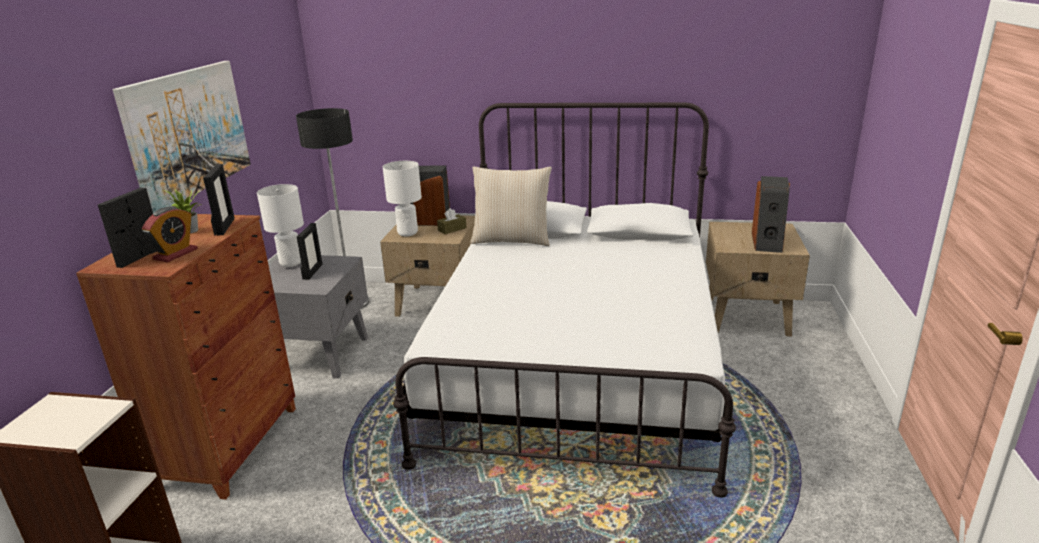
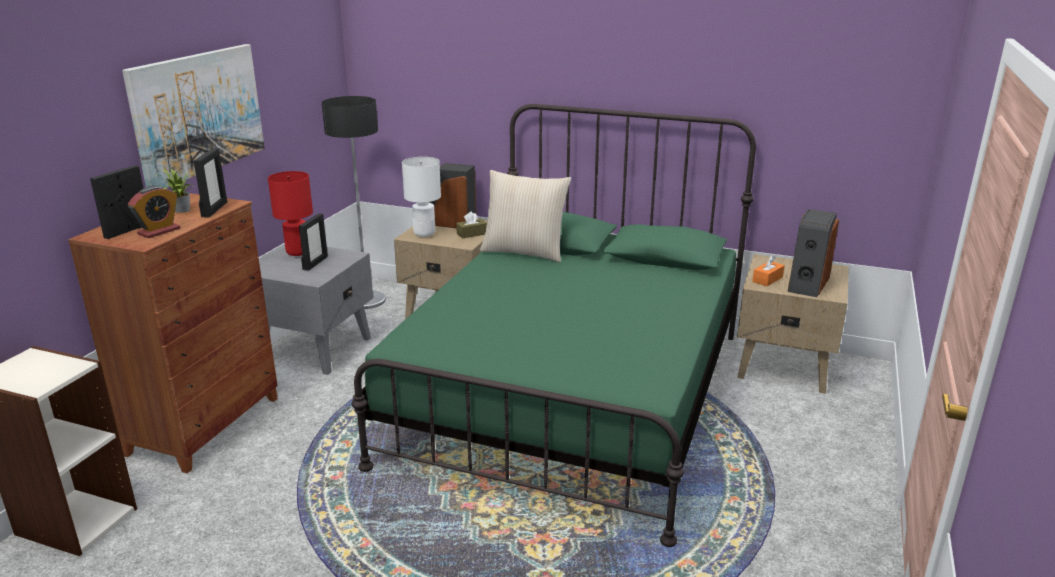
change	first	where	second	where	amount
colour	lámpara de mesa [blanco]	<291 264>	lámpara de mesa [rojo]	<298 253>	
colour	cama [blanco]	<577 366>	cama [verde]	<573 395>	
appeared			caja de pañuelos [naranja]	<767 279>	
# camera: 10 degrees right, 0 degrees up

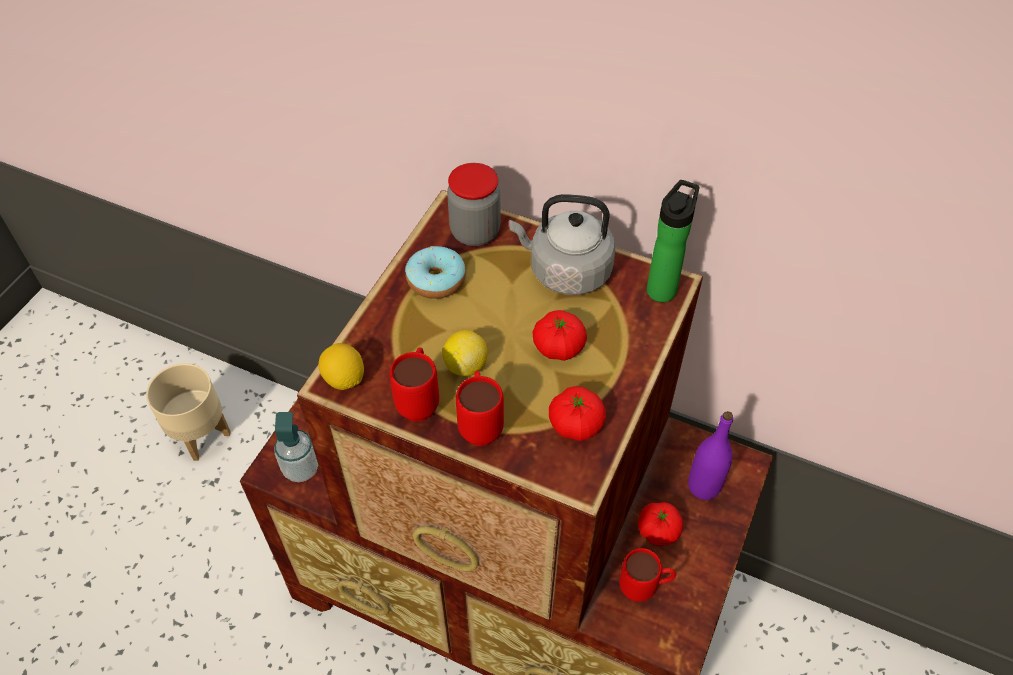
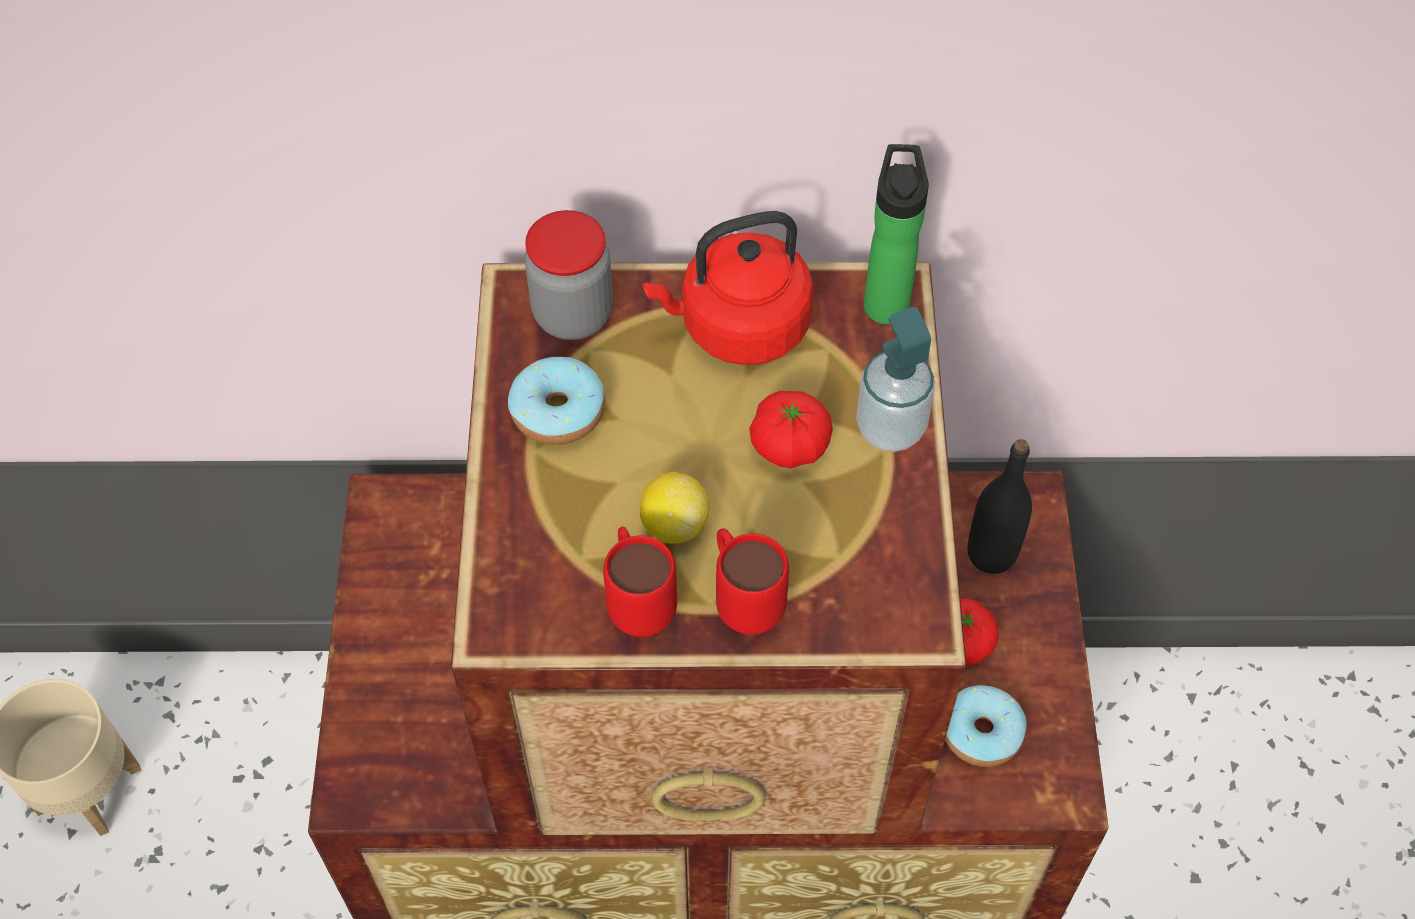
change	first	where	second	where	amount
relocated	dispensador de jabón	<301 469>		<890 428>	
missing	limón	<344 379>			
colour	hervidor [gris]	<565 271>	hervidor [rojo]	<738 327>	
missing	tomate	<576 424>			
exchanged	taza grande [rojo]	<644 589>	rosquilla	<981 732>	
colour	botella [morado]	<703 486>	botella [negro]	<991 554>	
# camera: 25 degrees left, 5 degrees up

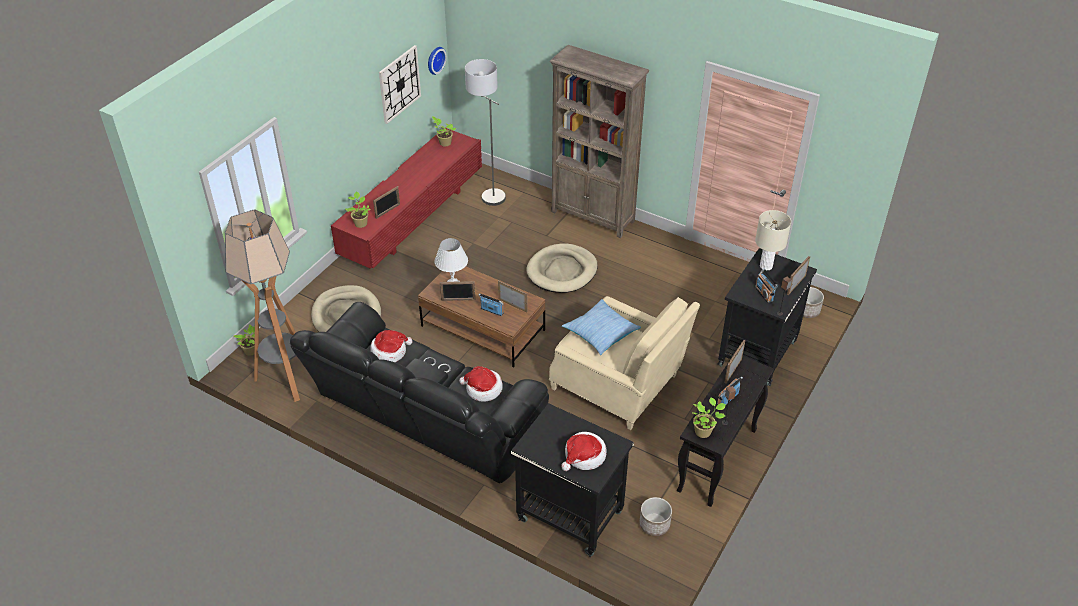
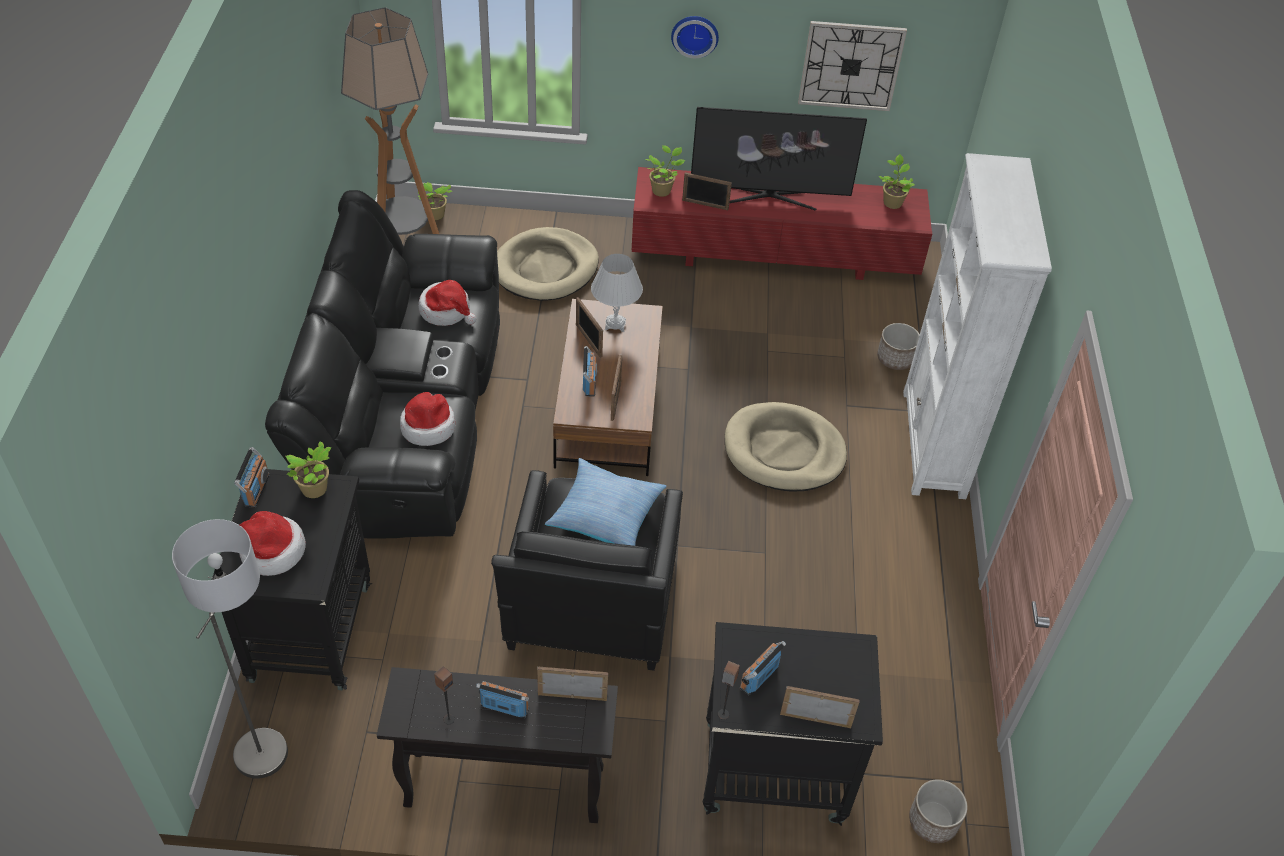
change	first	where	second	where	amount
relocated	reloj de pared	<434 60>		<695 34>	
relocated	lámpara de pie [gris]	<488 195>		<268 740>	
colour	sillón [beis]	<618 384>	sillón [negro]	<591 602>	
colour	estantería [marrón]	<593 216>	estantería [blanco]	<933 444>	
relocated	maceta	<654 524>		<895 358>	
relocated	planta en maceta	<704 431>		<315 490>	
missing	lámpara de mesa [beis]	<765 266>			
appeared			radio	<256 490>	
appeared			televisor	<769 197>	
# camera: 60 degrees right, 5 degrees up

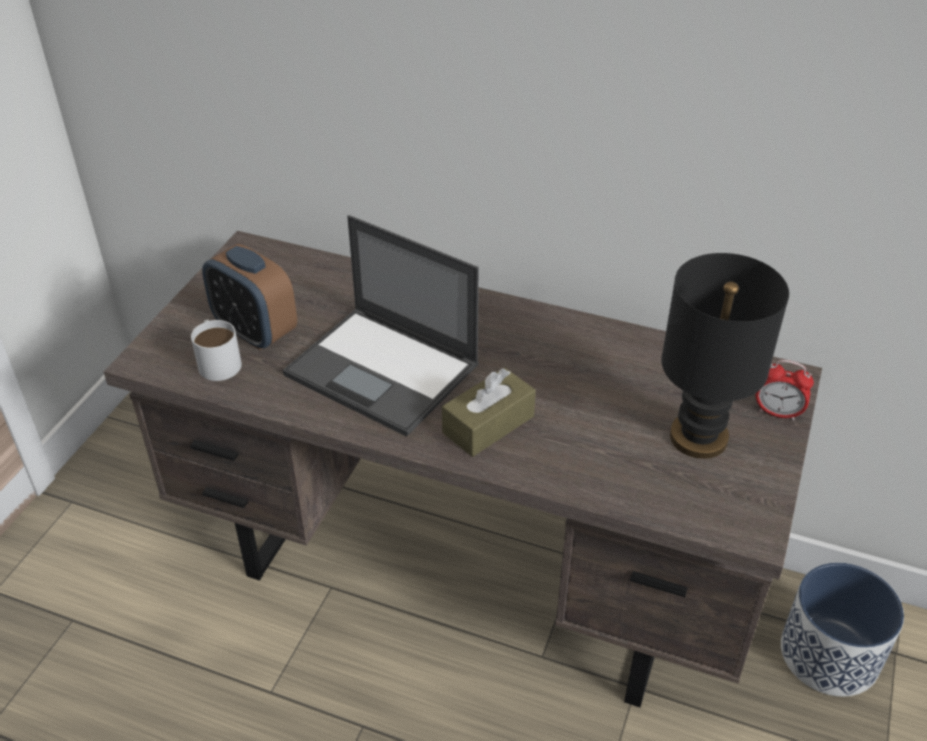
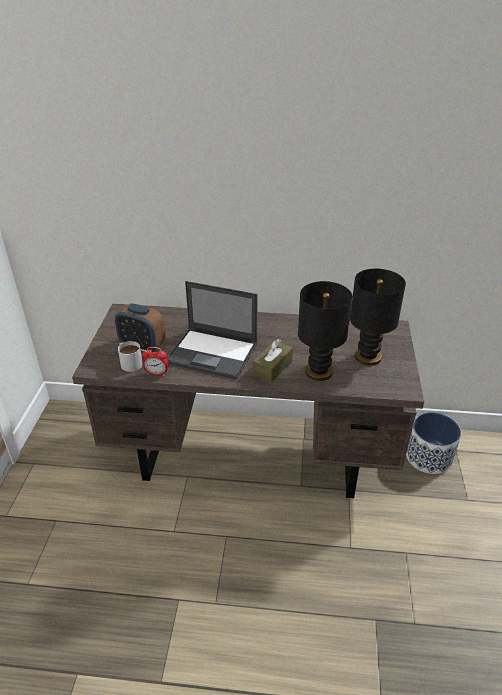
change	first	where	second	where	amount
relocated	despertador	<777 413>		<157 373>	
appeared			lámpara de mesa [negro]	<319 372>	
# camera: 15 degrees left, 5 degrees down

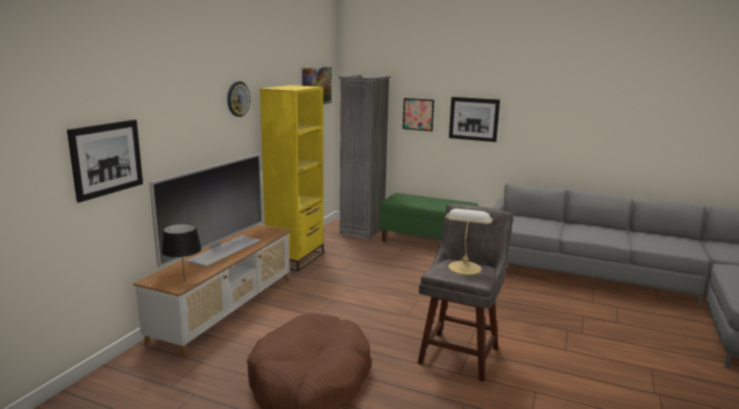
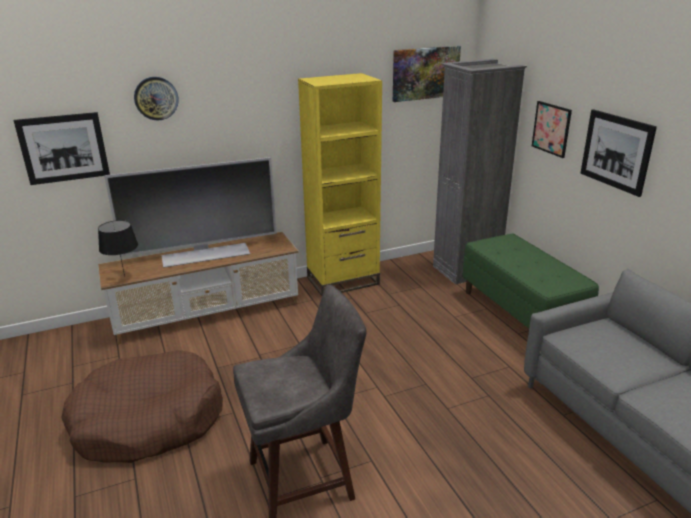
change	first	where	second	where	amount
relocated	reloj de pared	<238 99>		<156 98>	
missing	lámpara de mesa	<464 267>			
# camera: 45 degrees right, 10 degrees up

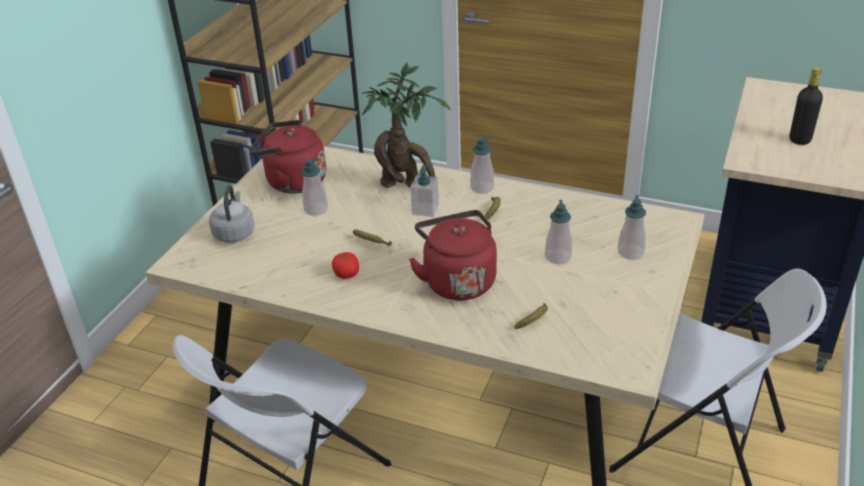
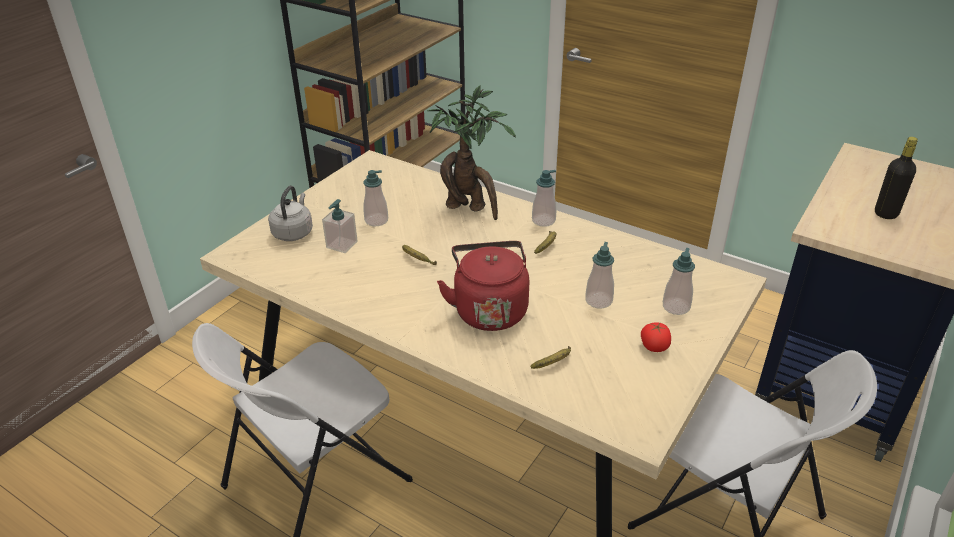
change	first	where	second	where	amount
missing	hervidor [rojo]	<292 182>			
relocated	tomate	<346 274>		<654 347>	
relocated	dispensador de jabón	<425 210>		<341 245>	
# camera: 10 degrees right, 0 degrees up

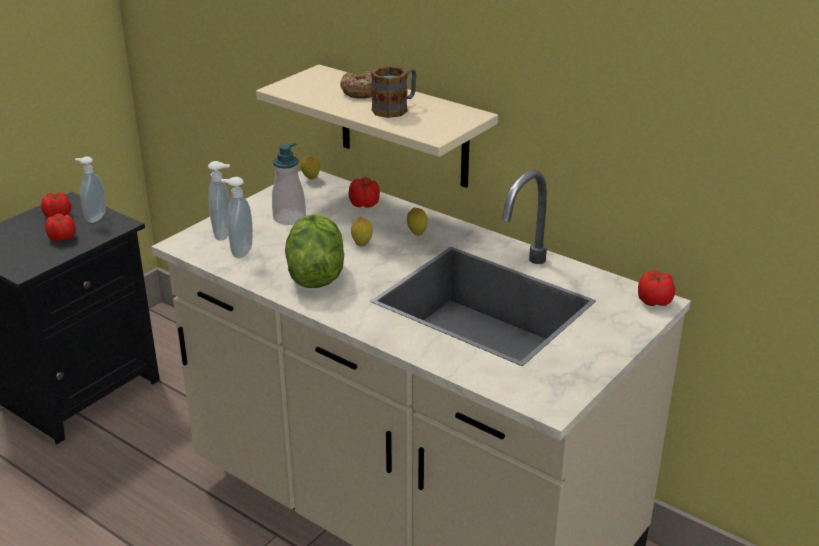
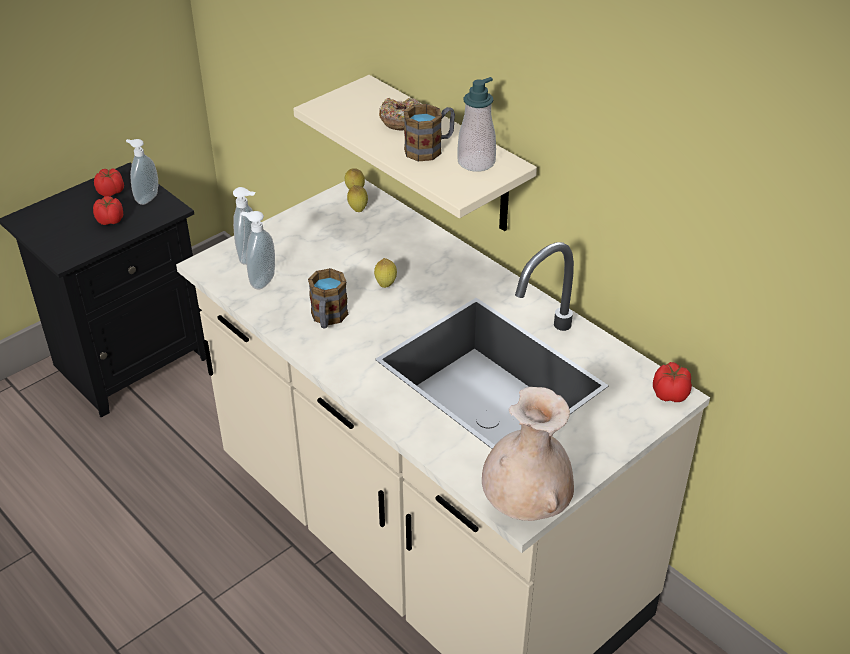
change	first	where	second	where	amount
relocated	dispensador de jabón	<289 218>		<476 162>	
exchanged	lechuga	<314 274>	taza grande	<328 318>	
missing	tomate	<365 205>			
relocated	limón	<417 233>		<358 210>	
appeared			florero [beis]	<526 506>	
# camera: 10 degrees right, 10 degrees up

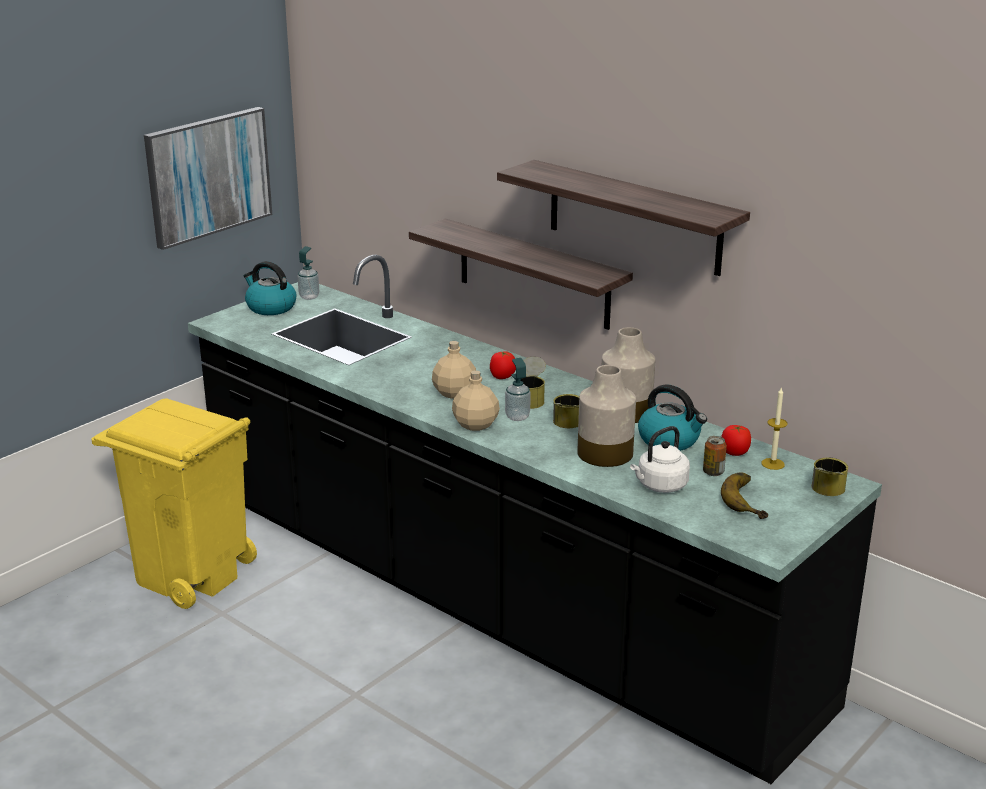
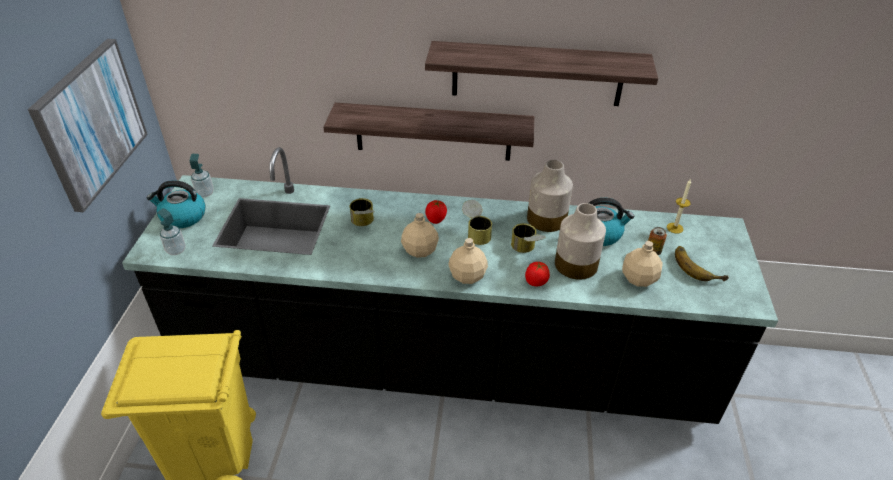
change	first	where	second	where	amount
relocated	dispensador de jabón	<517 417>		<176 250>	
exchanged	hervidor [blanco]	<660 486>	botella [beis]	<639 279>	
relocated	tomate	<734 453>		<536 282>	
relocated	lata	<826 493>		<363 223>	
# camera: 35 degrees left, 15 degrees up

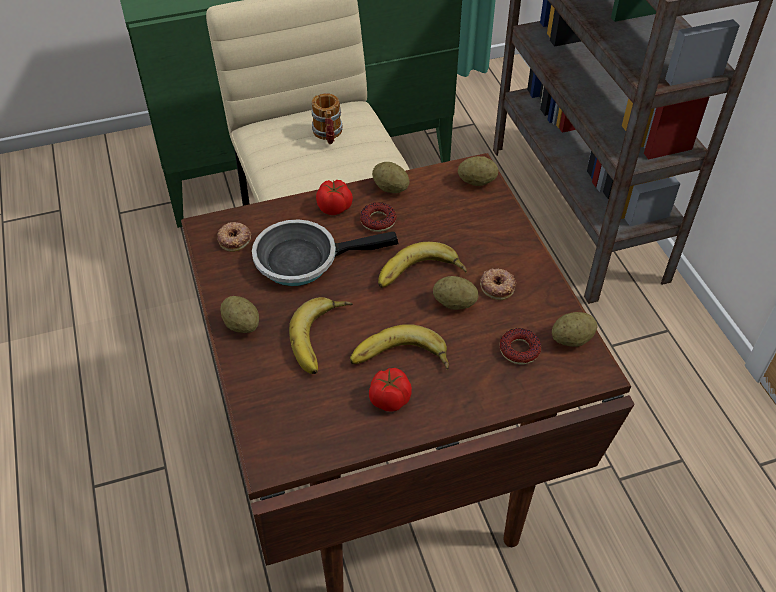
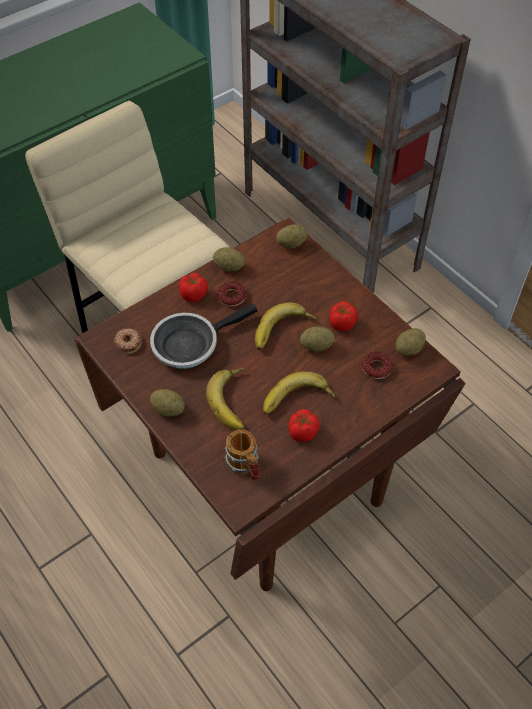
change	first	where	second	where	amount
relocated	taza grande	<328 135>		<245 466>	
exchanged	rosquilla	<497 286>	tomate	<341 324>	
# camera: 20 degrees left, 5 degrees up

